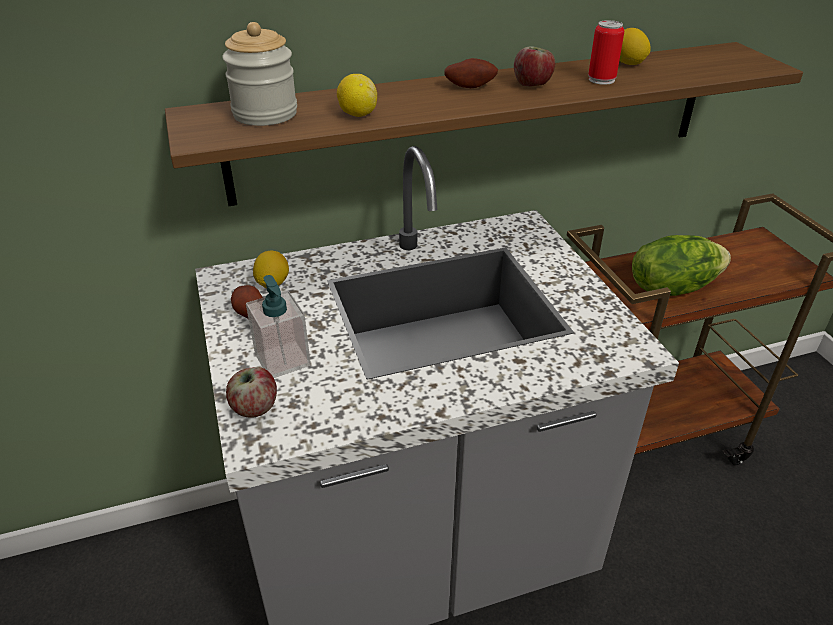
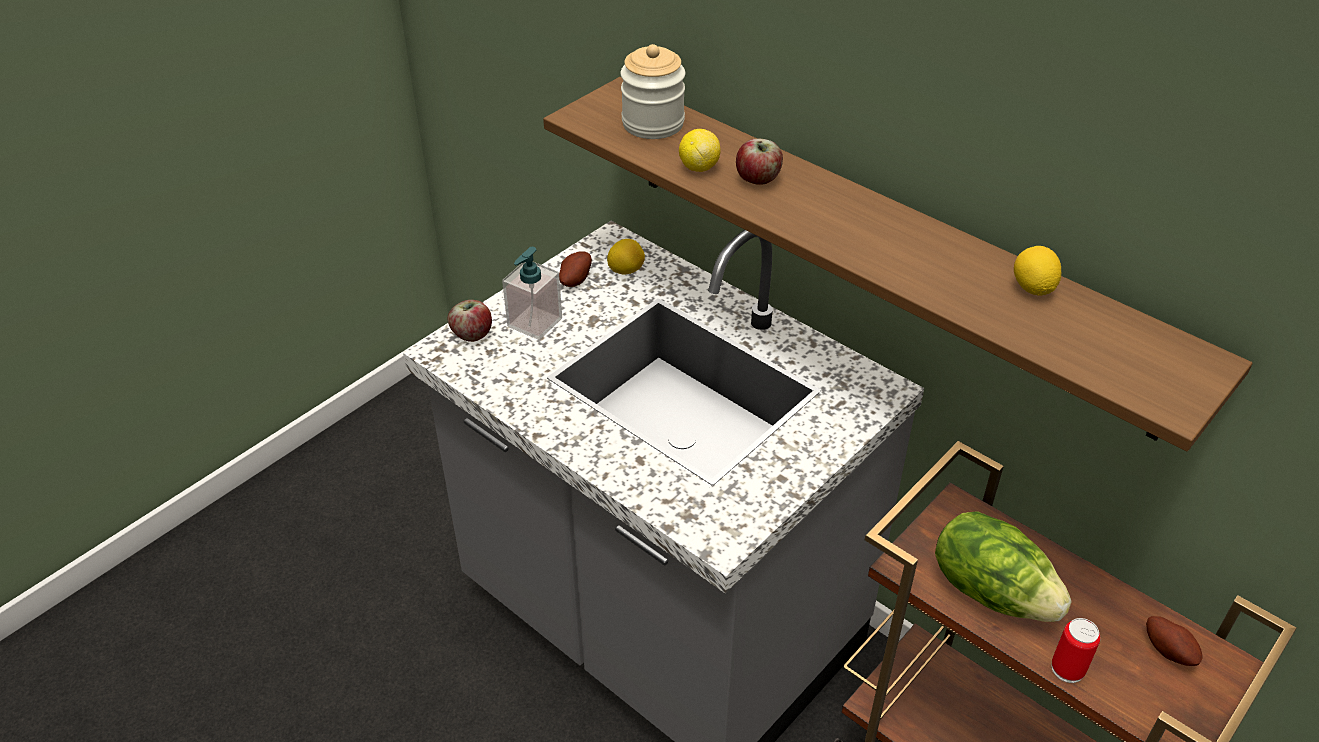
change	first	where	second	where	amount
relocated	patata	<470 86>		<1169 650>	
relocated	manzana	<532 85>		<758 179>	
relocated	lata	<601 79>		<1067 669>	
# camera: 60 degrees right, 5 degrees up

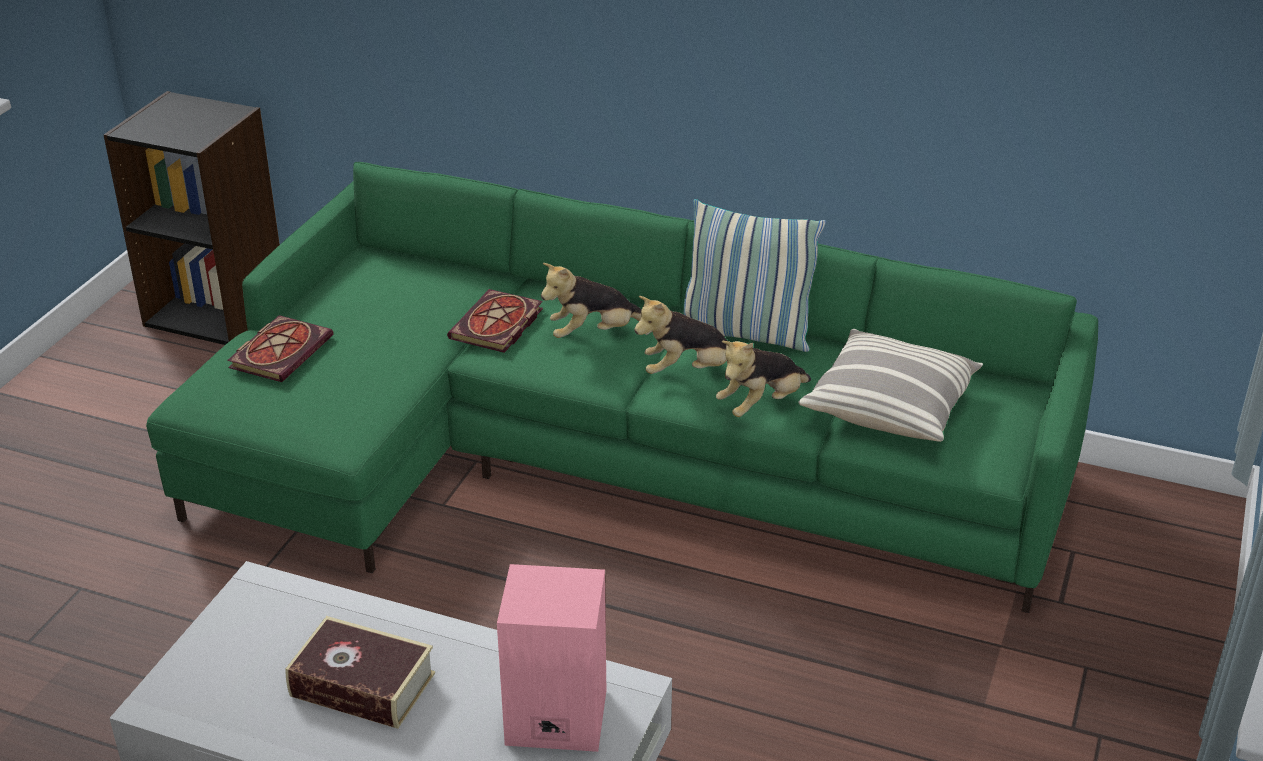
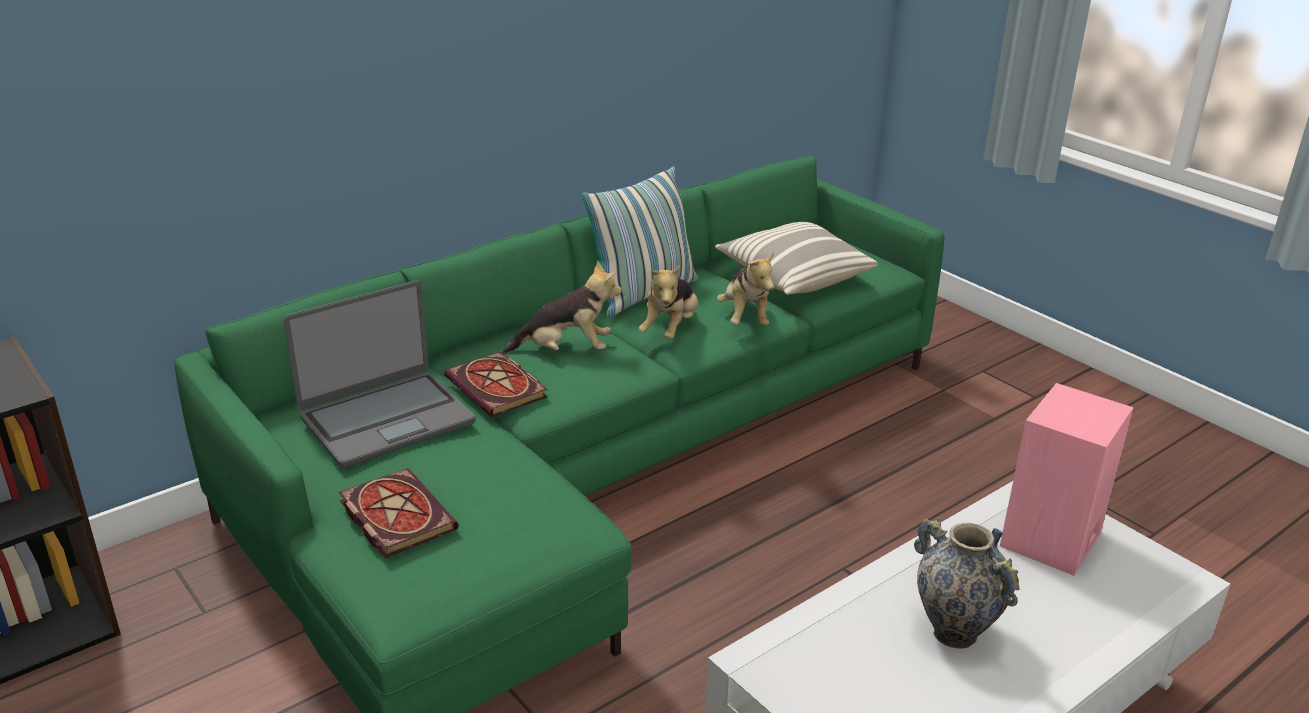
change	first	where	second	where	amount
exchanged	libro	<362 685>	florero	<954 632>	
spun	peluche	<594 333>		<566 350>	105 degrees counterclockwise
appeared			portátil	<386 420>	
# camera: 60 degrees left, 5 degrees down

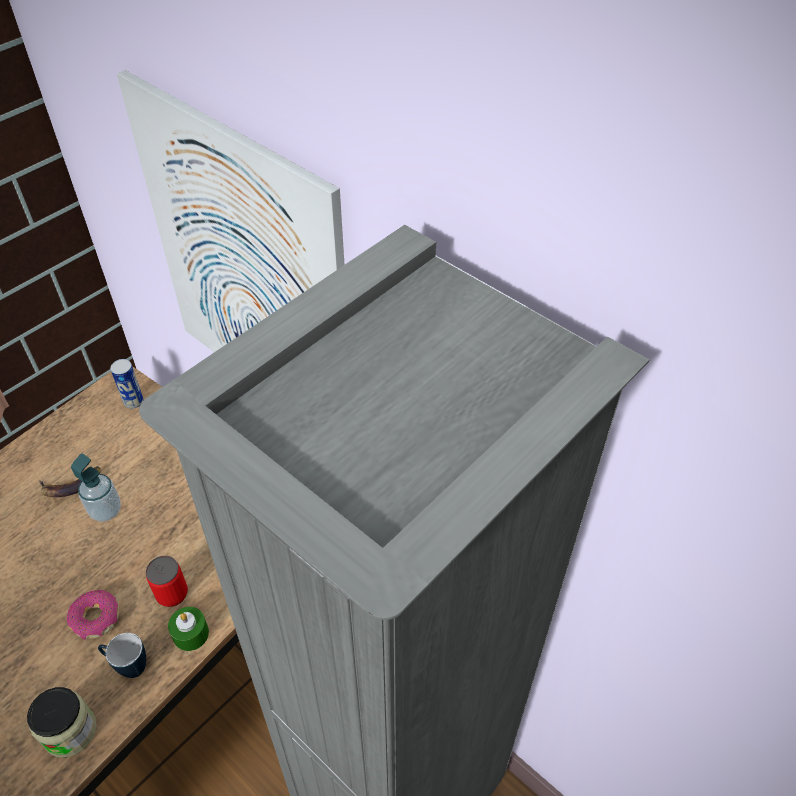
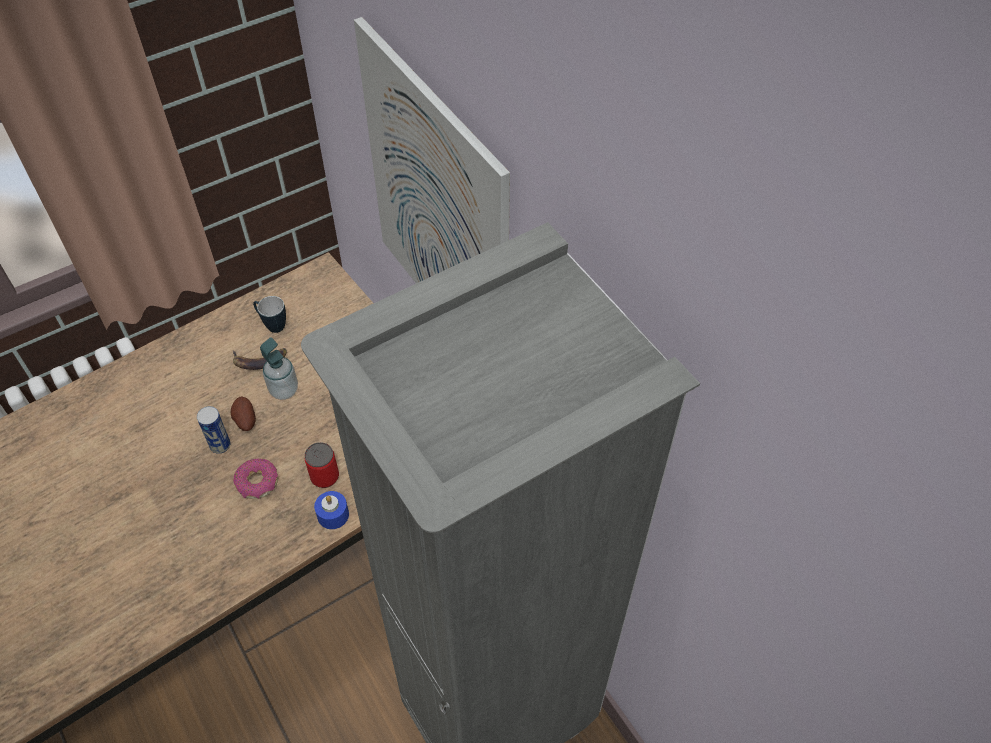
change	first	where	second	where	amount
missing	tarro	<70 731>			
relocated	taza grande	<128 666>		<272 325>	
relocated	lata	<133 401>		<220 445>	
colour	vela [verde]	<190 634>	vela [azul]	<333 515>	
appeared			patata	<245 420>	
# camera: 15 degrees right, 5 degrees up

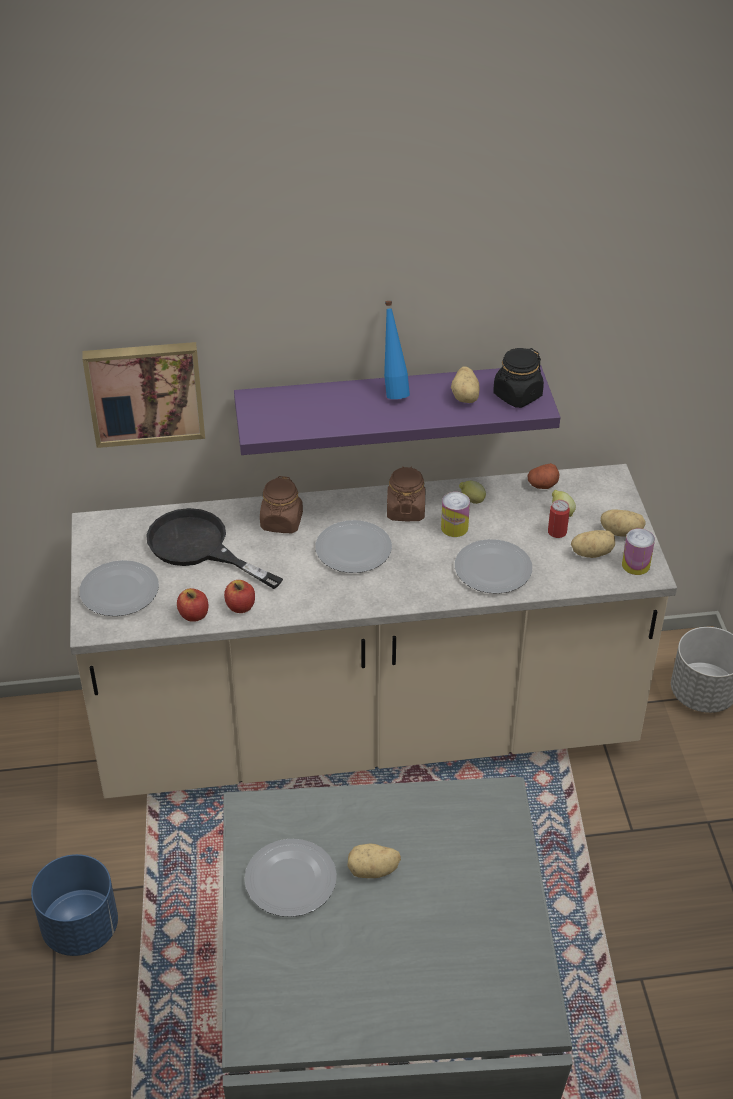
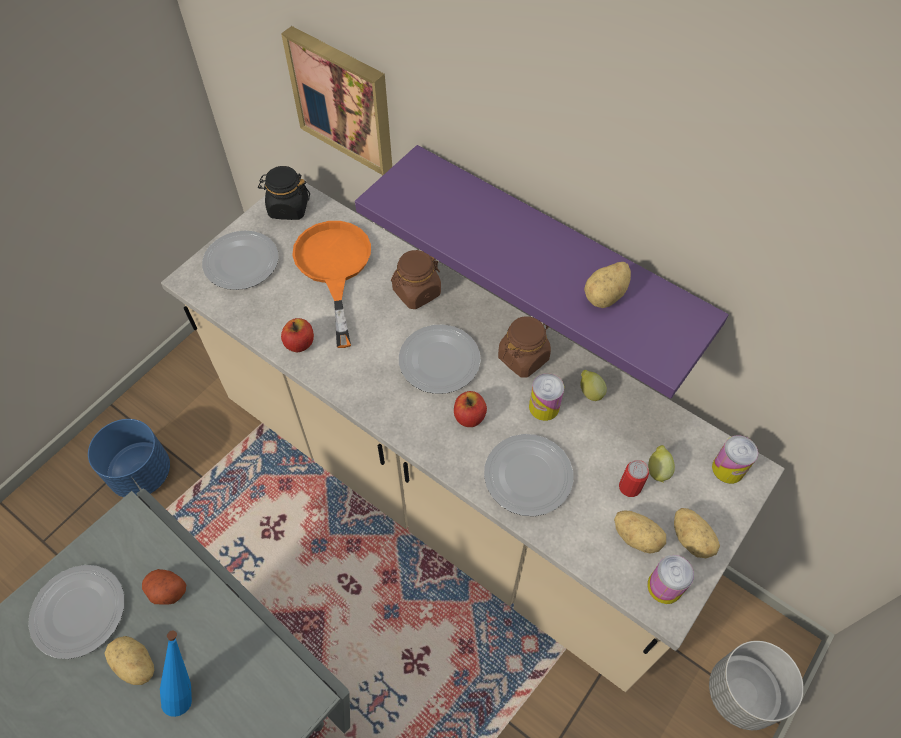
change	first	where	second	where	amount
colour	sartén [negro]	<199 547>	sartén [naranja]	<334 268>	
relocated	manzana	<194 615>		<469 416>	
relocated	botella [azul]	<393 391>		<189 687>	
relocated	tarro [negro]	<517 395>		<288 208>	
relocated	patata	<542 485>		<166 591>	
appeared			lata	<728 469>	
# camera: 45 degrees right, 15 degrees up

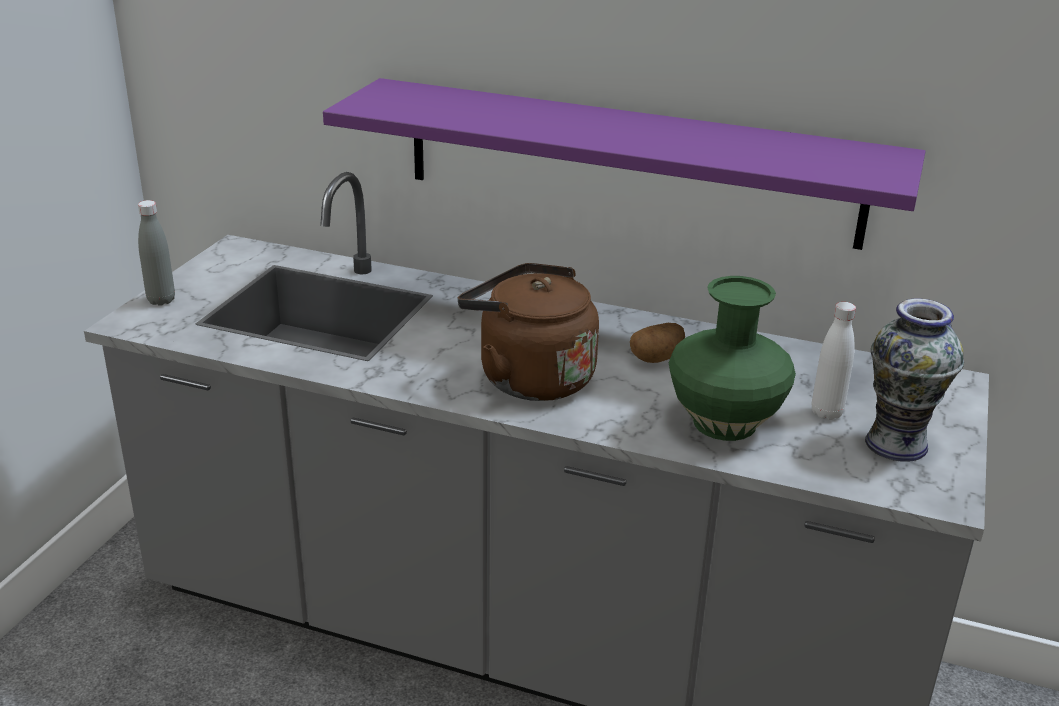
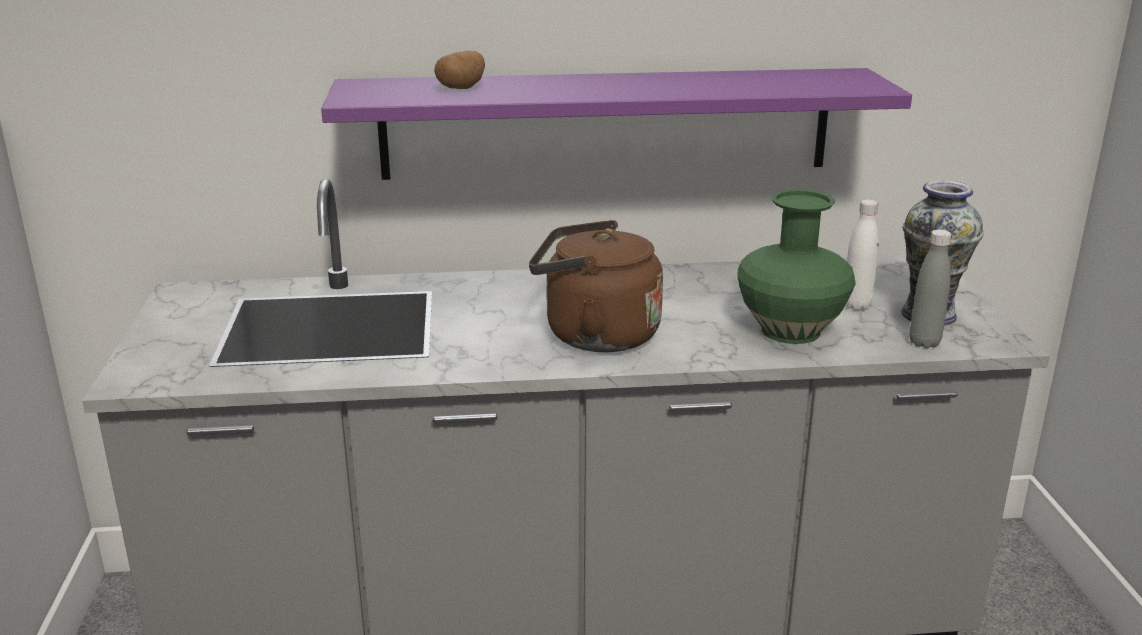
change	first	where	second	where	amount
relocated	botella [gris]	<161 300>		<924 342>	
relocated	patata	<656 358>		<462 88>	
# camera: 25 degrees left, 5 degrees down

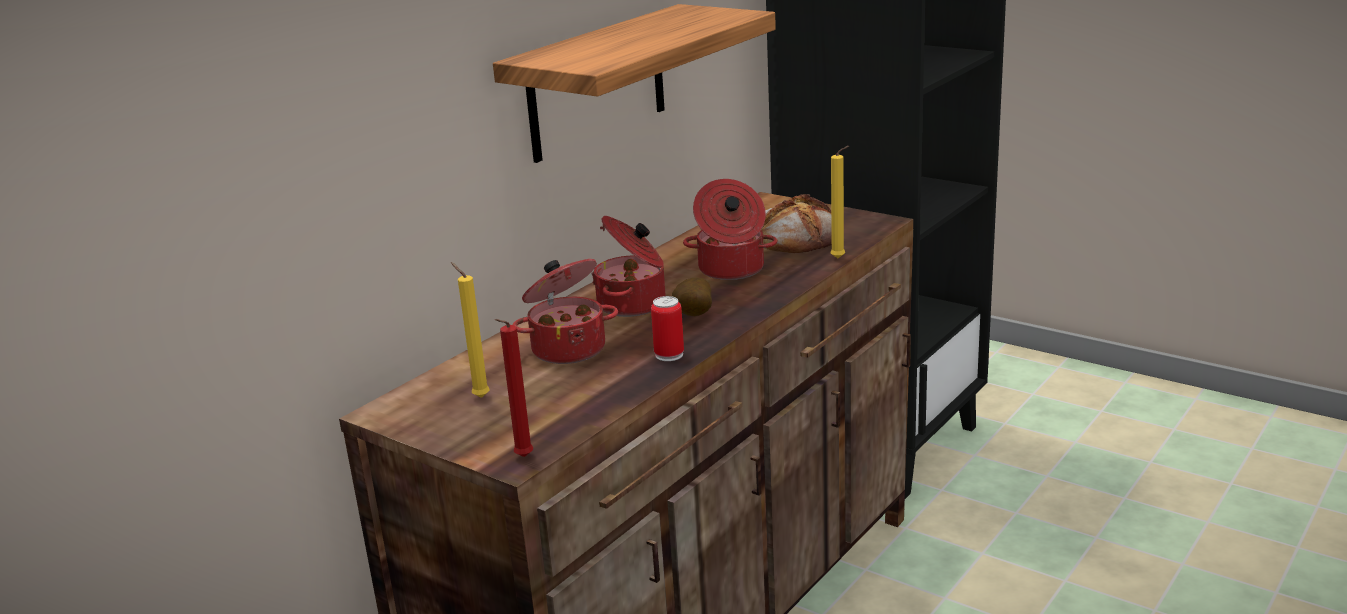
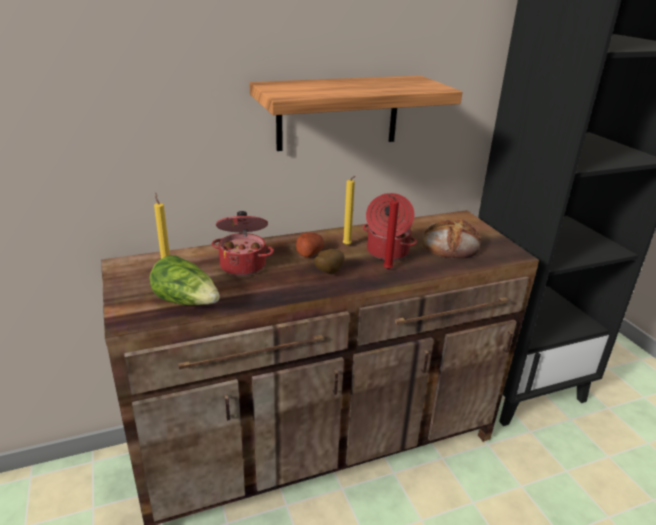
change	first	where	second	where	amount
relocated	vela [rojo]	<521 458>		<386 269>	
exchanged	olla	<633 304>	patata	<309 252>	
missing	lata	<669 355>			
relocated	vela [amarillo]	<840 259>		<347 246>	
appeared			lechuga	<187 301>	
# camera: 30 degrees right, 5 degrees up

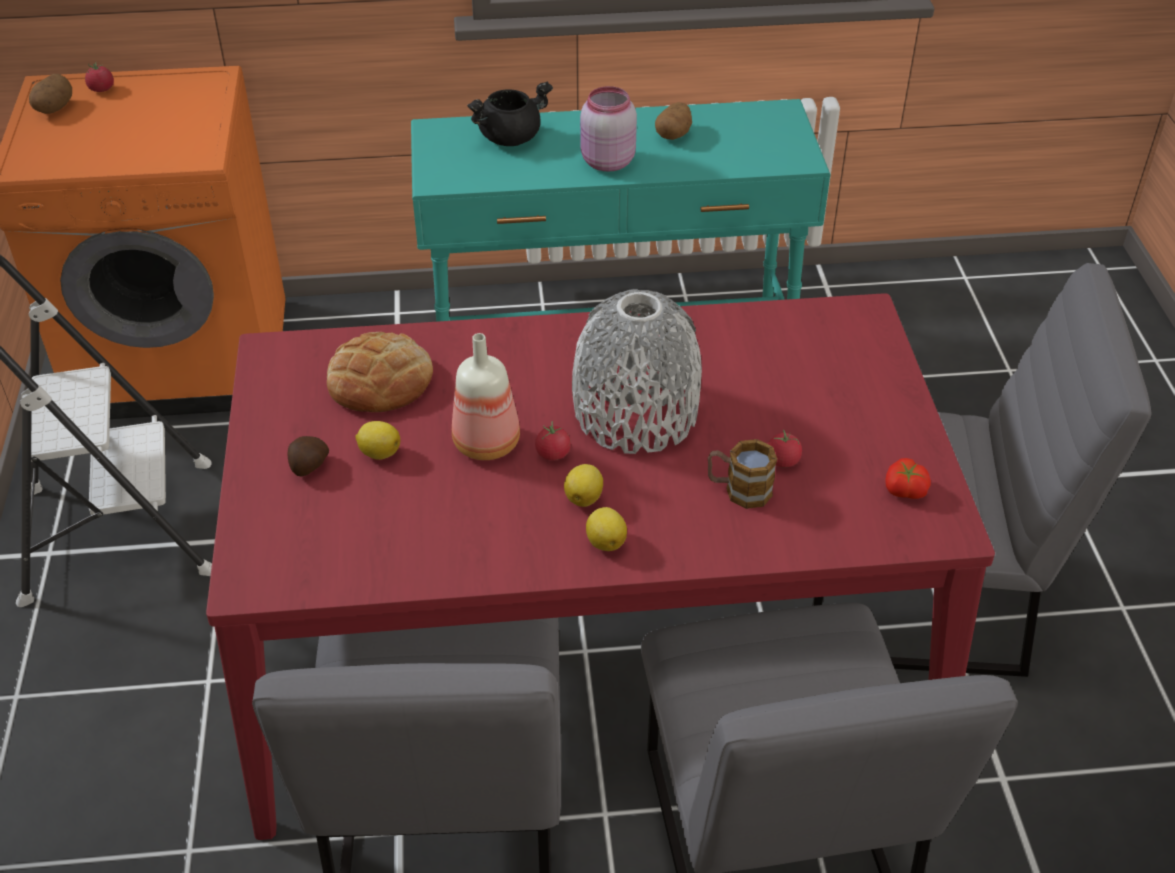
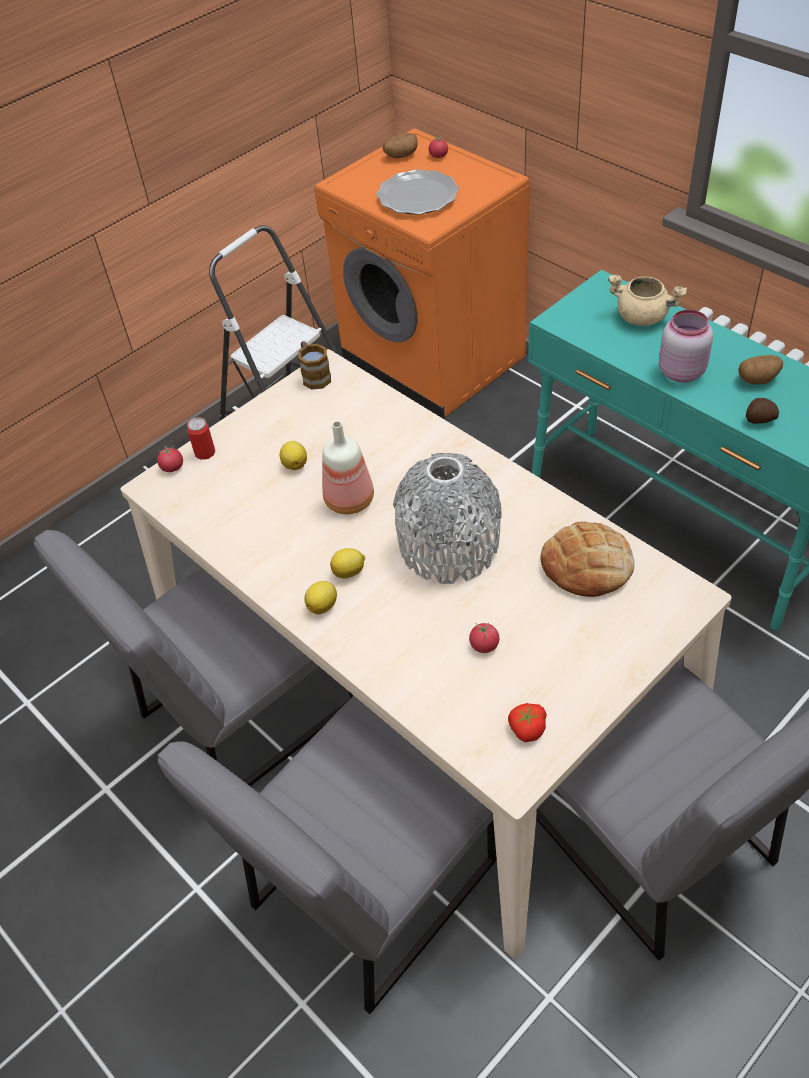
change	first	where	second	where	amount
colour	mesa de comedor [rojo]	<587 652>	mesa de comedor [beis]	<420 689>	
relocated	patata	<308 467>		<759 420>	
relocated	pan	<380 381>		<587 565>	
colour	olla [negro]	<510 137>	olla [beis]	<643 316>	
relocated	tomate	<553 454>		<172 467>	
relocated	taza grande	<738 490>		<314 375>	
appeared			lata	<205 453>	
appeared			plato	<418 196>	
# camera: 55 degrees right, 5 degrees up

